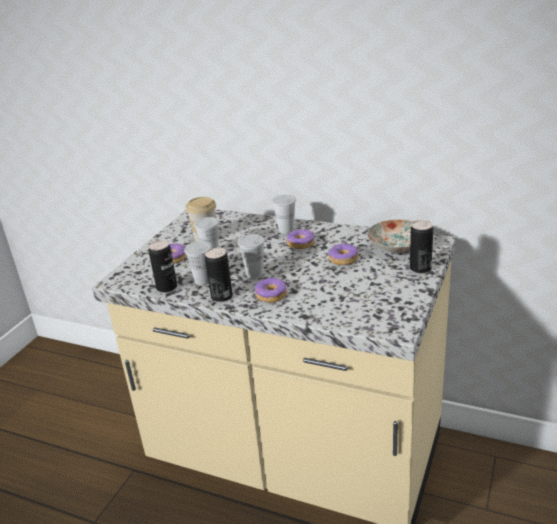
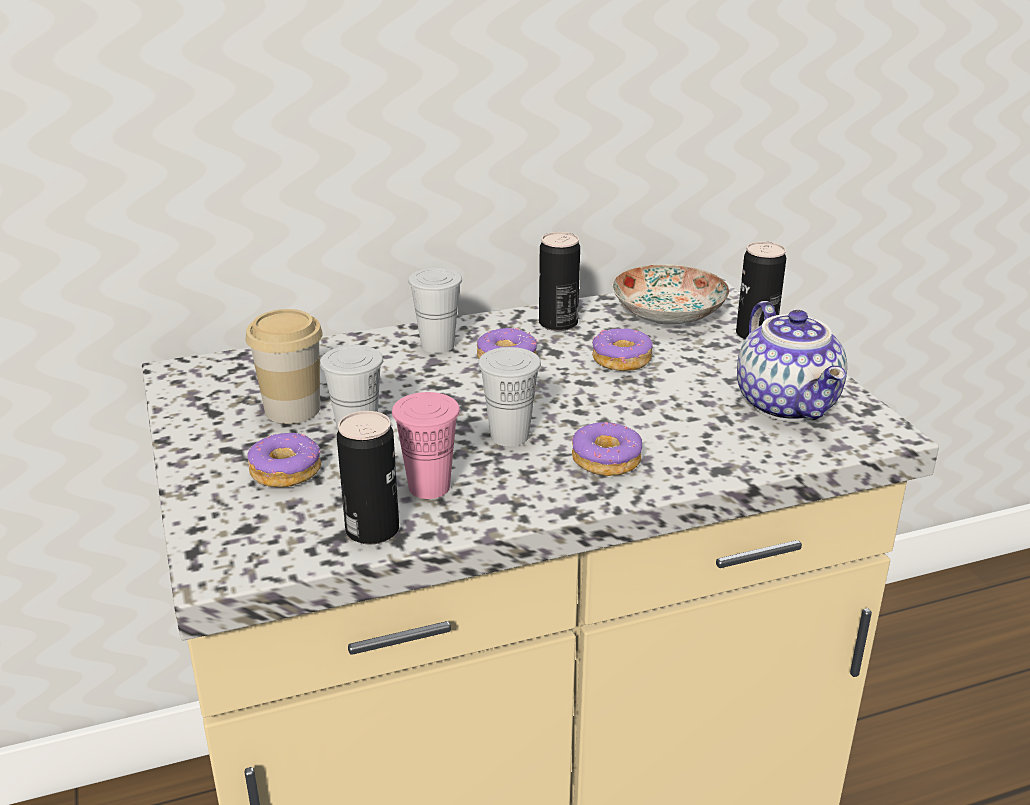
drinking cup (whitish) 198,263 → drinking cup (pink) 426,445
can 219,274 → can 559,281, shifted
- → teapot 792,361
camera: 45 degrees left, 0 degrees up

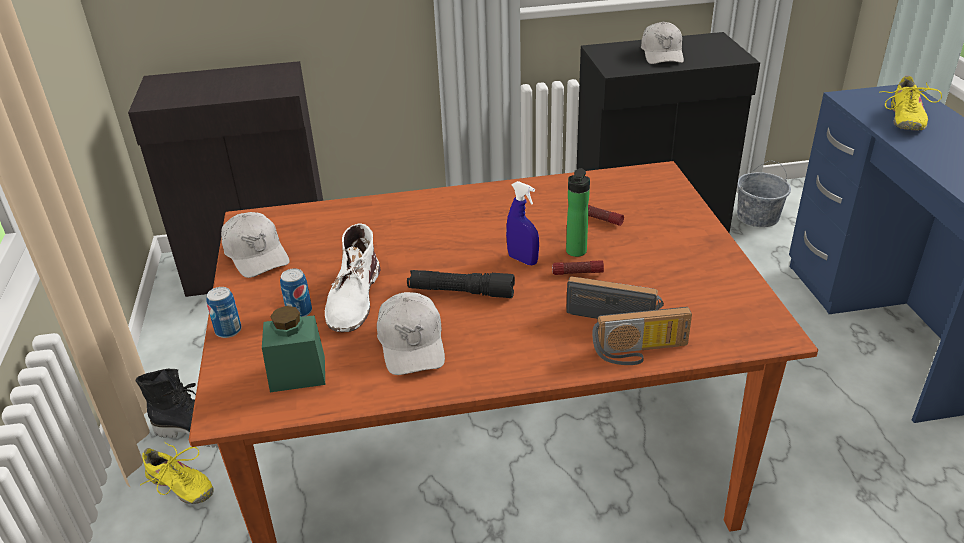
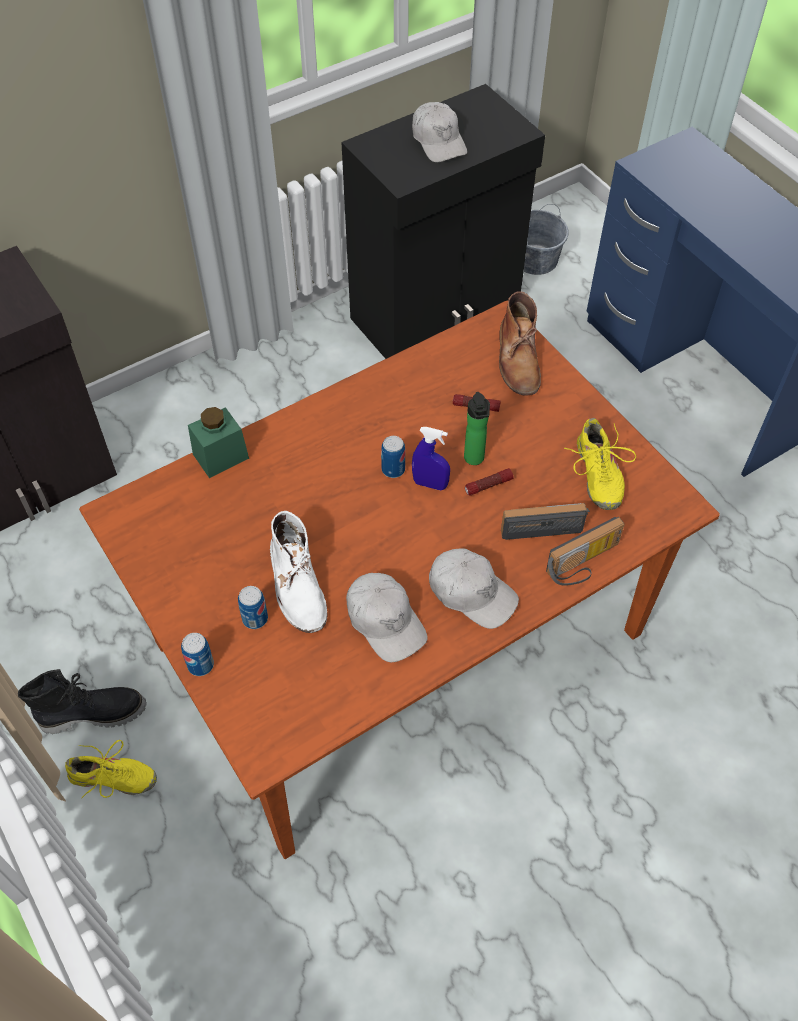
storage jar (green-coloured) 293,349 → storage jar (green-coloured) 218,442, shifted
- → can 393,457
peaked cap (whitish) 255,245 → peaked cap (whitish) 474,588, shifted
- → high-top boot (brown) 520,343
low shoe (yellow) 911,103 → low shoe (yellow) 600,464, shifted
torch (black-coloured) 461,284 → -
camera: 25 degrees left, 20 degrees up

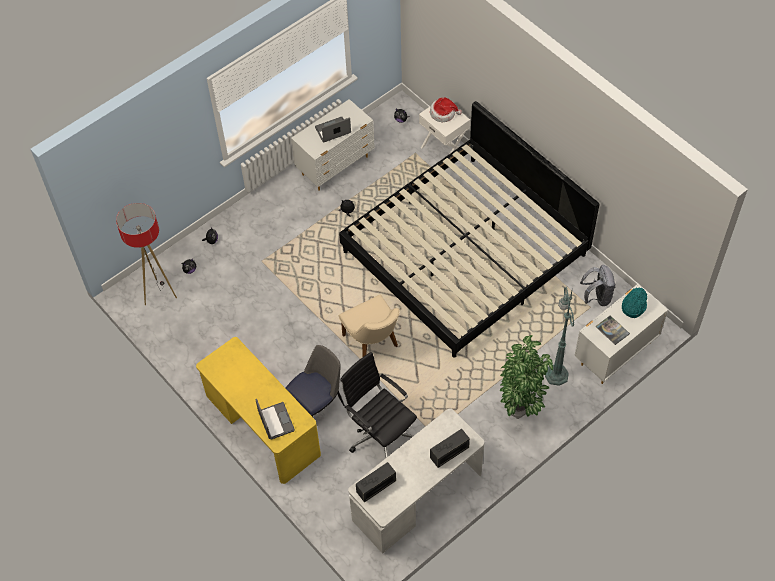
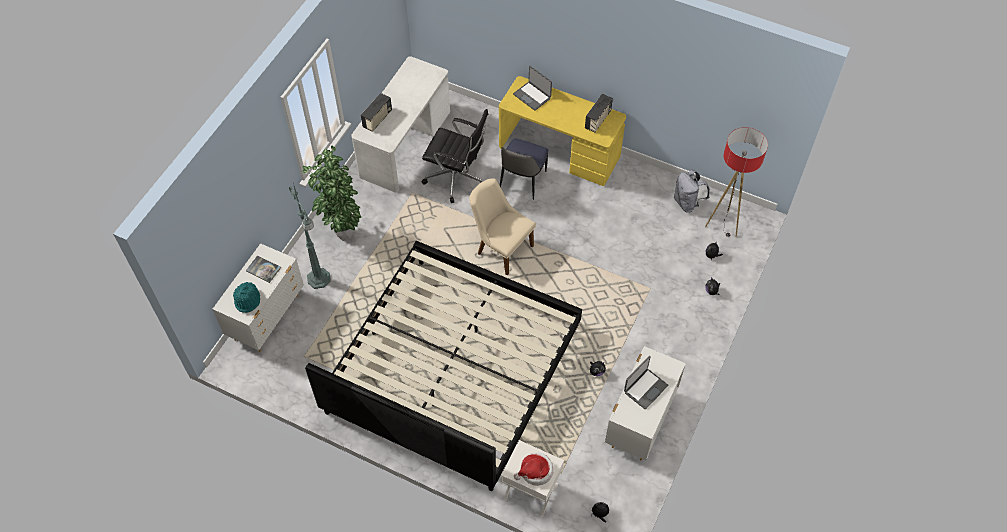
radio receiver 376,482 → radio receiver 599,113, shifted
knapsack (greyish) 598,285 → knapsack (greyish) 692,191, shifted
camera: 155 degrees right, 0 degrees up

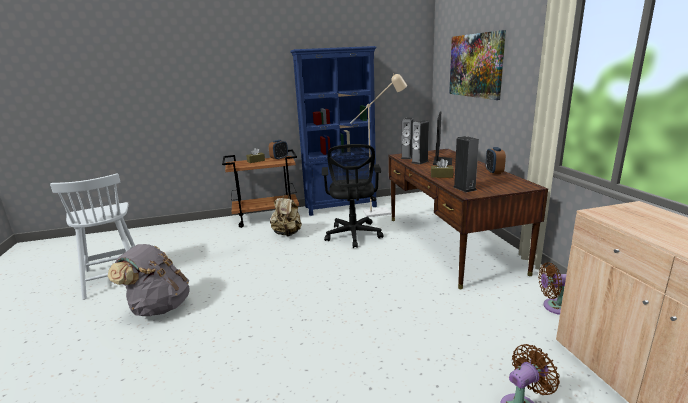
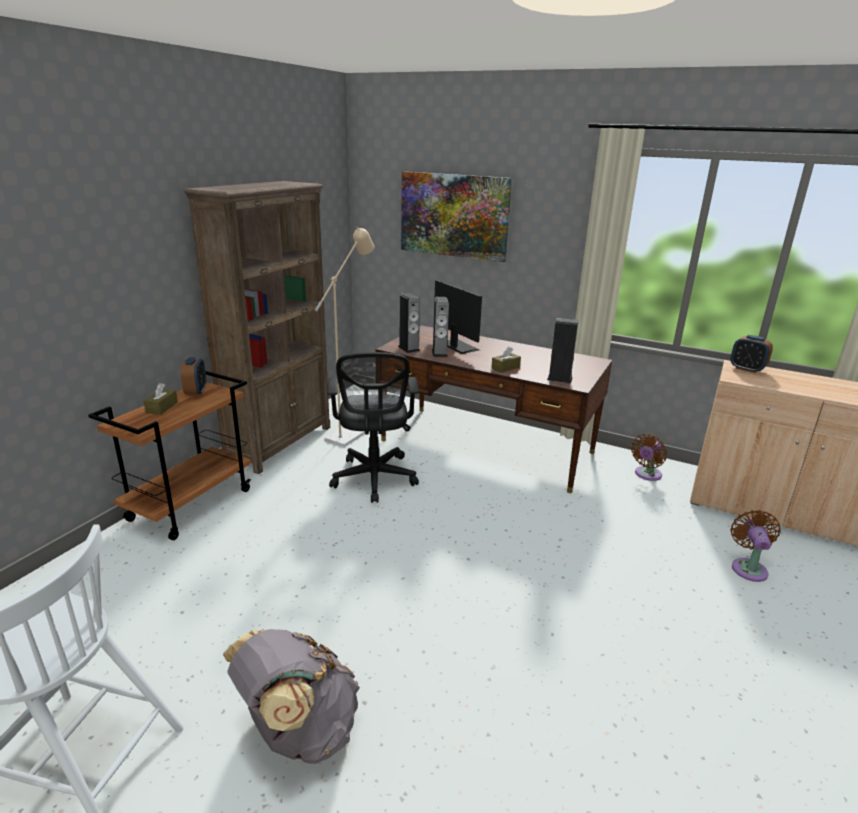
shelving unit (blue-coloured) 333,131 → shelving unit (brown) 257,327
desk chair (black-coloured) 353,196 → desk chair (black-coloured) 373,427, 45 degrees clockwise
table clock 496,160 → table clock 751,354, shifted
knapsack (beige) 286,214 → -
camera: 50 degrees left, 5 degrees up

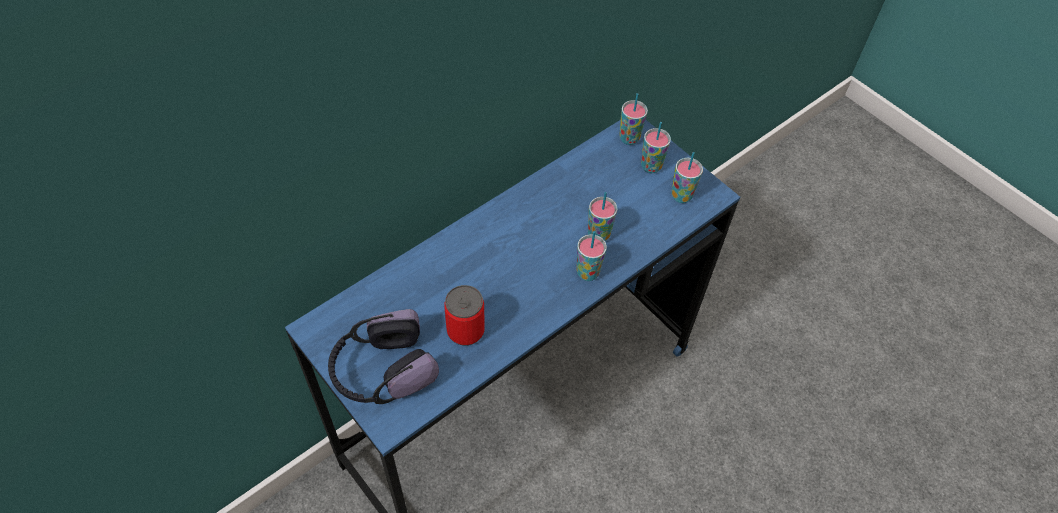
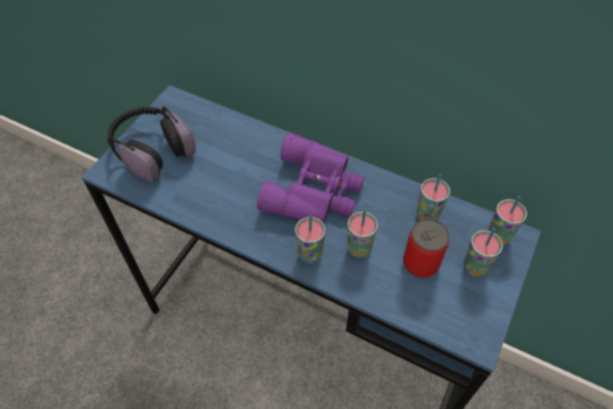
- → field glasses (purplish) 310,178
can 464,315 → can 426,248, shifted
drinking cup 687,177 → drinking cup 433,197, shifted
camera: 70 degrees right, 0 degrees up

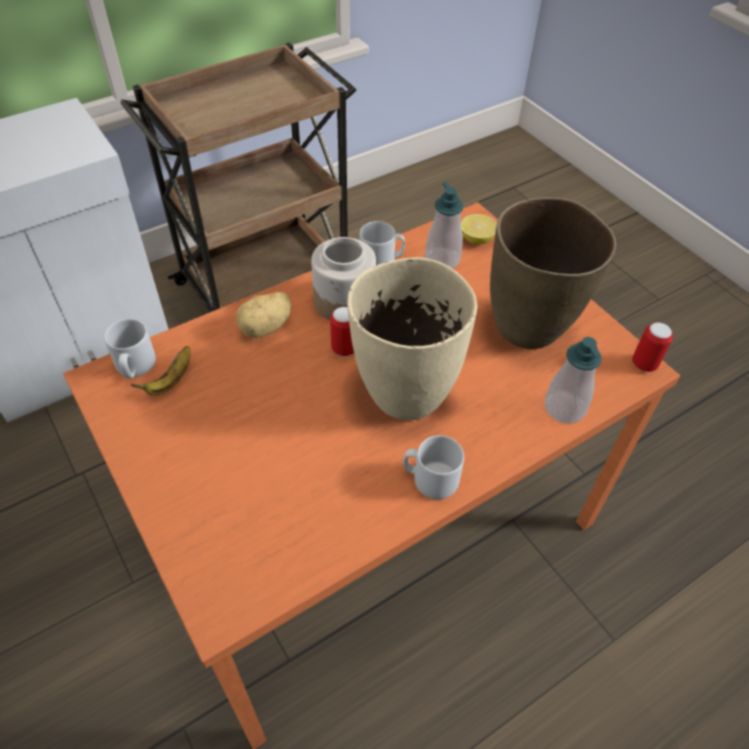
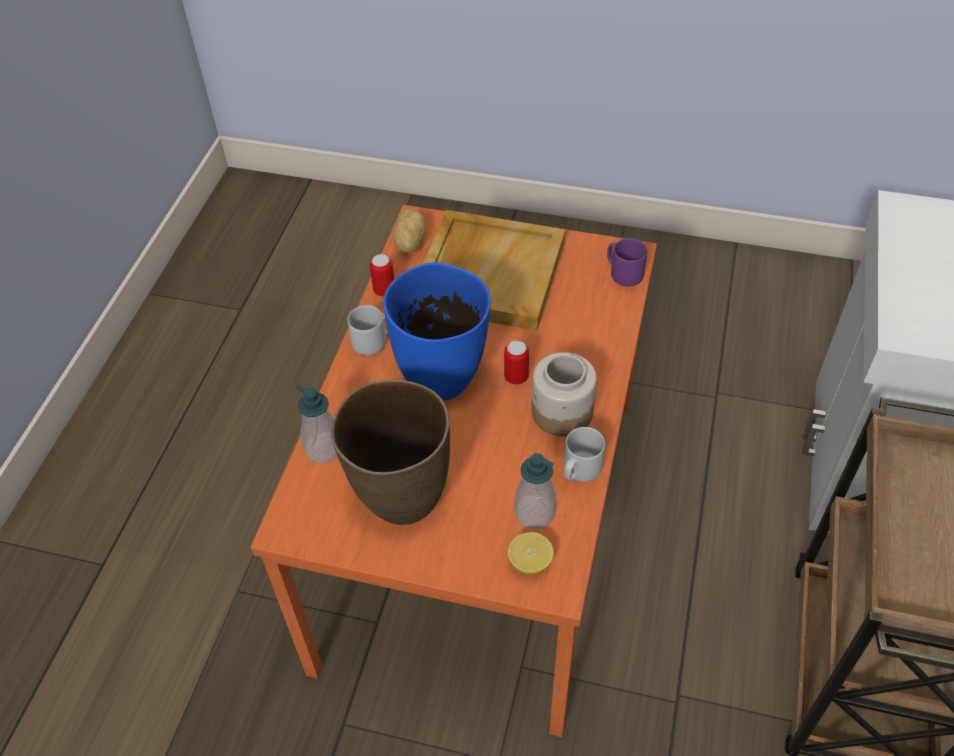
can 652,347 → can 382,275, shifted
decorative vase (beige) 412,339 → decorative vase (blue-coloured) 437,331
potato 263,315 → potato 409,231, shifted
- → serving tray (beige) 494,270
mug (greyish) 130,349 → mug (purplish) 627,262
banana fruit 160,370 → -
camera: 140 degrees right, 0 degrees up

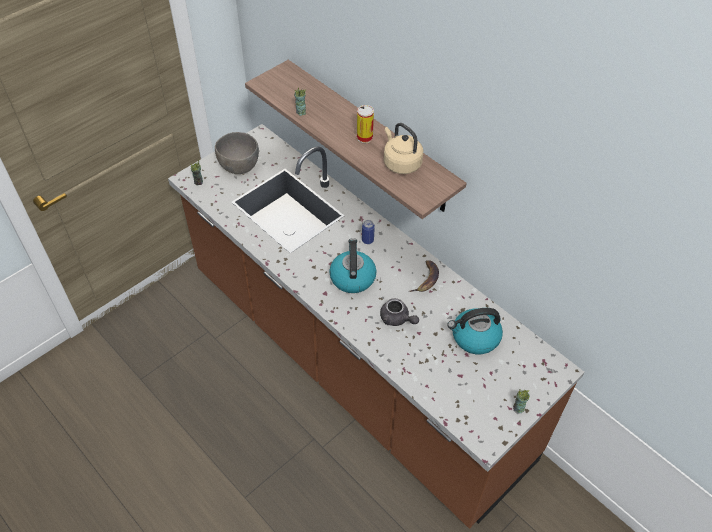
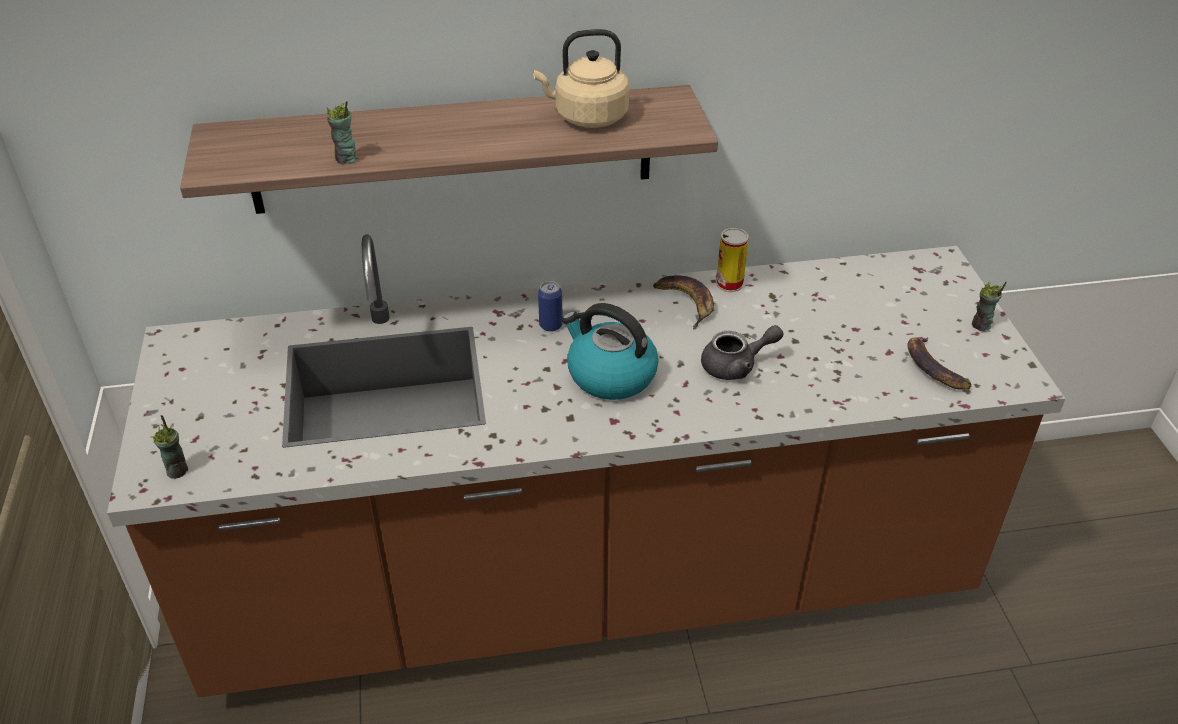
can 365,124 → can 732,260, shifted
- → banana fruit 940,363
deep dish (greyish) 237,153 → -
tea kettle 475,331 → -
camera: 55 degrees left, 10 degrees down

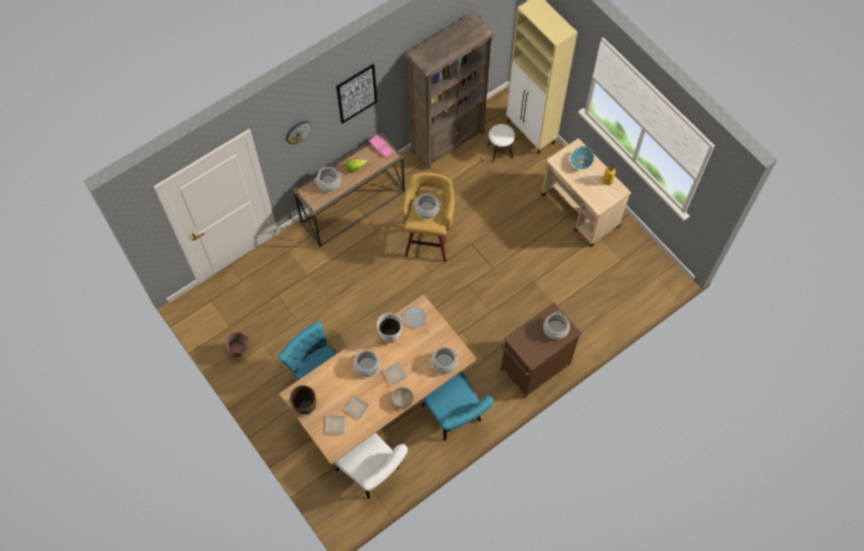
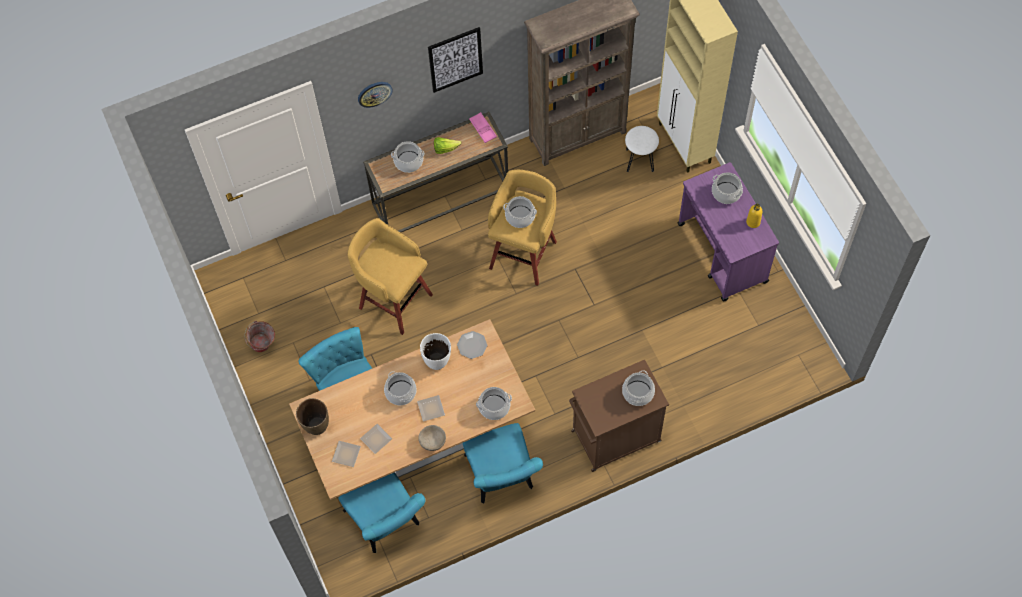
upright chair (whitish) 371,466 → upright chair (blue-green) 381,512
- → stool seat (yellow) 390,276
wheeled cart (beige) 586,193 → wheeled cart (purplish) 728,232
deep dish 582,157 → stockpot 727,188
camera: 15 degrees right, 0 degrees up

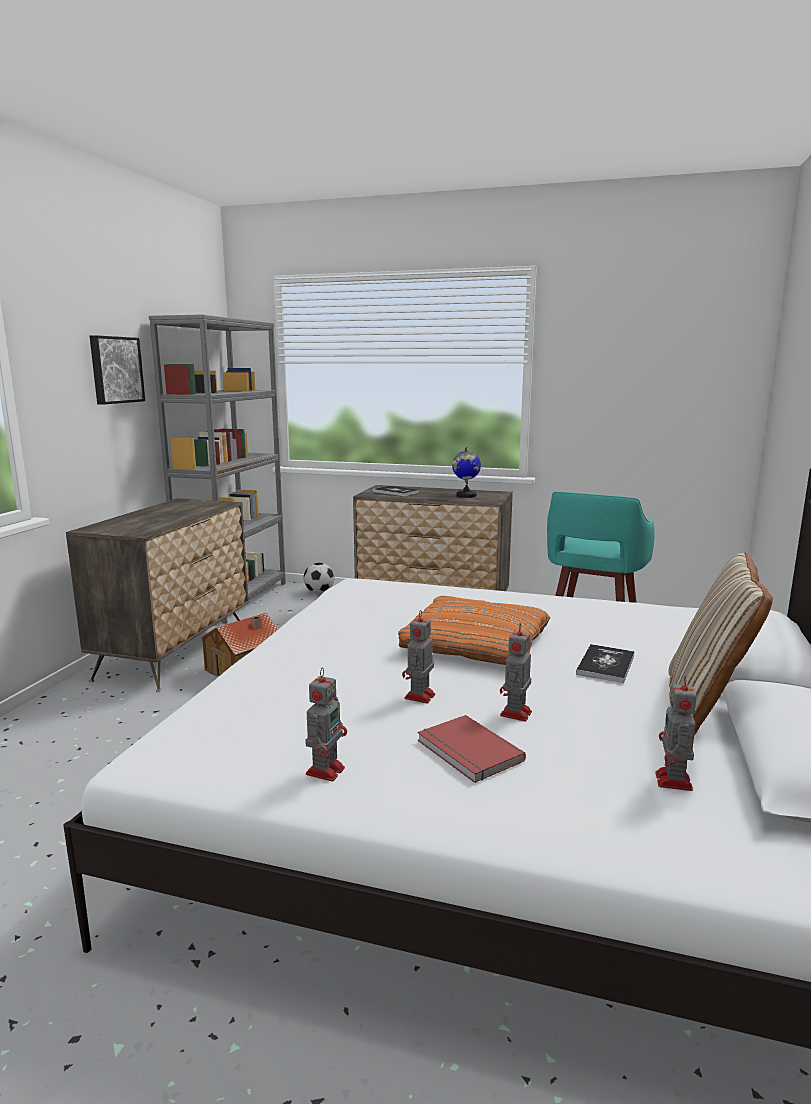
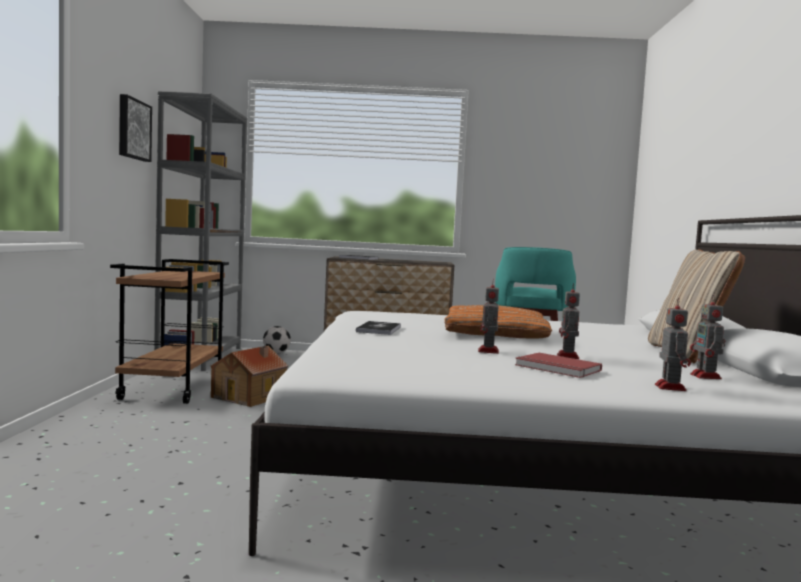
dresser 157,595 → wheeled cart (brown) 169,331
book 605,663 → book 378,328, shifted
robot figure 326,724 → robot figure 673,344, shifted
world globe 466,472 → -
camera: 15 degrees left, 10 degrees down

